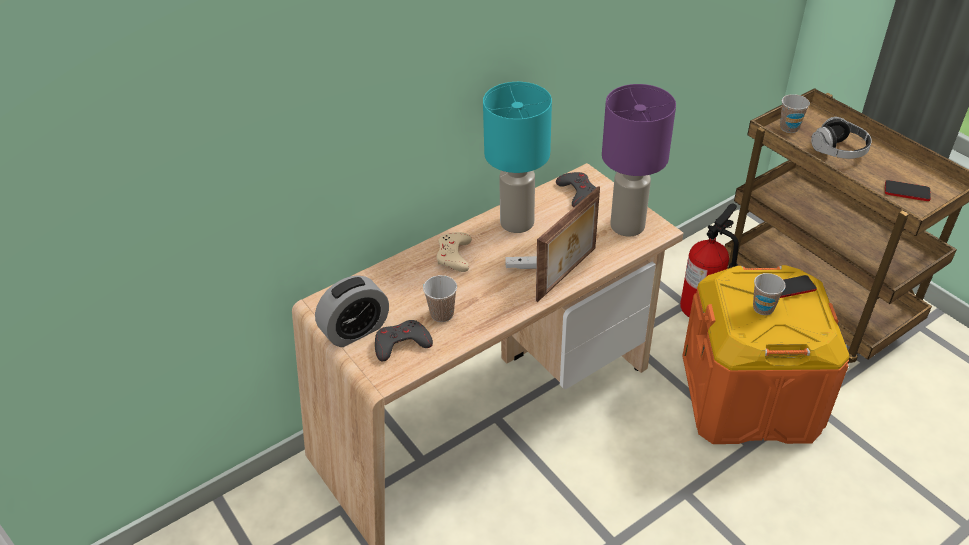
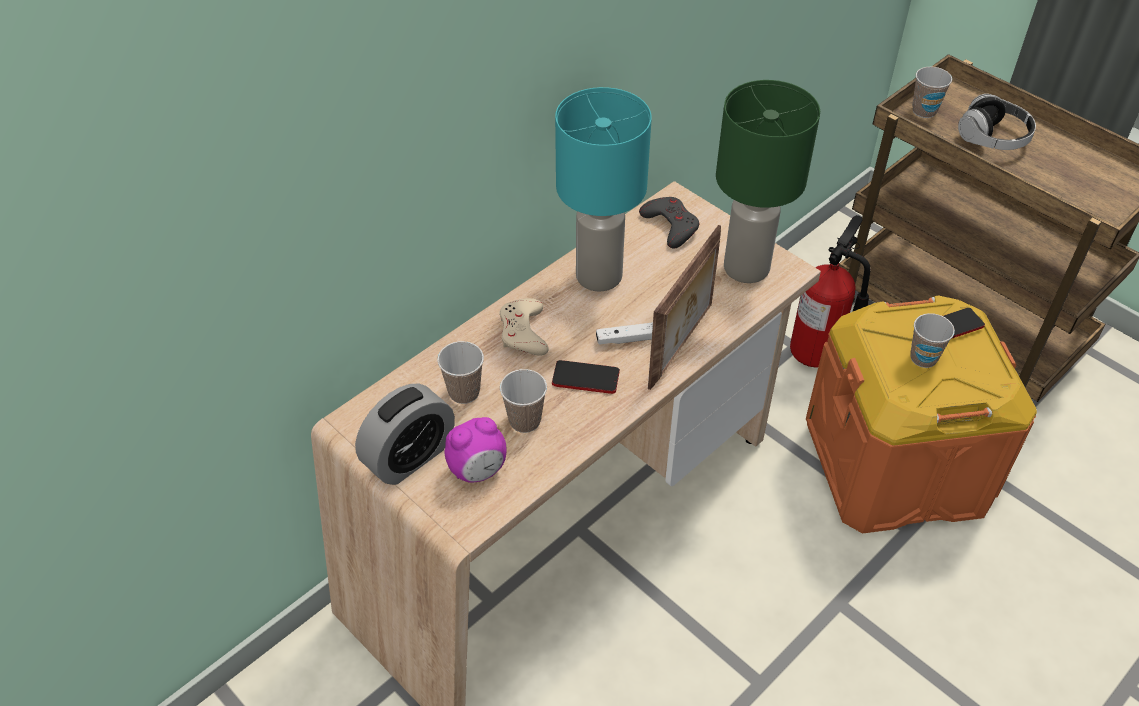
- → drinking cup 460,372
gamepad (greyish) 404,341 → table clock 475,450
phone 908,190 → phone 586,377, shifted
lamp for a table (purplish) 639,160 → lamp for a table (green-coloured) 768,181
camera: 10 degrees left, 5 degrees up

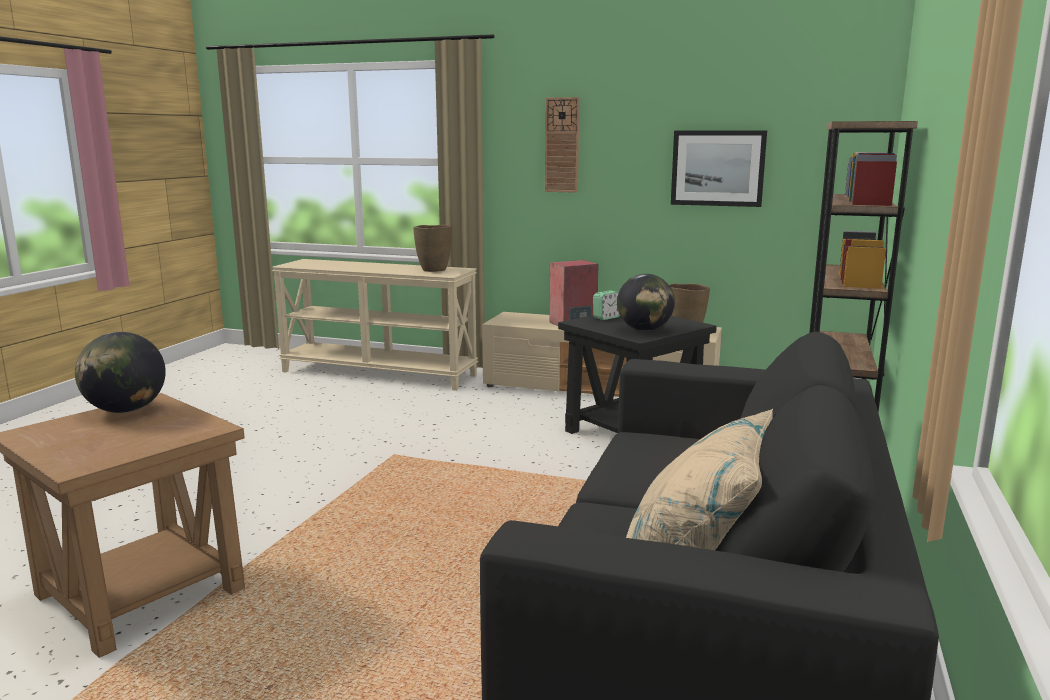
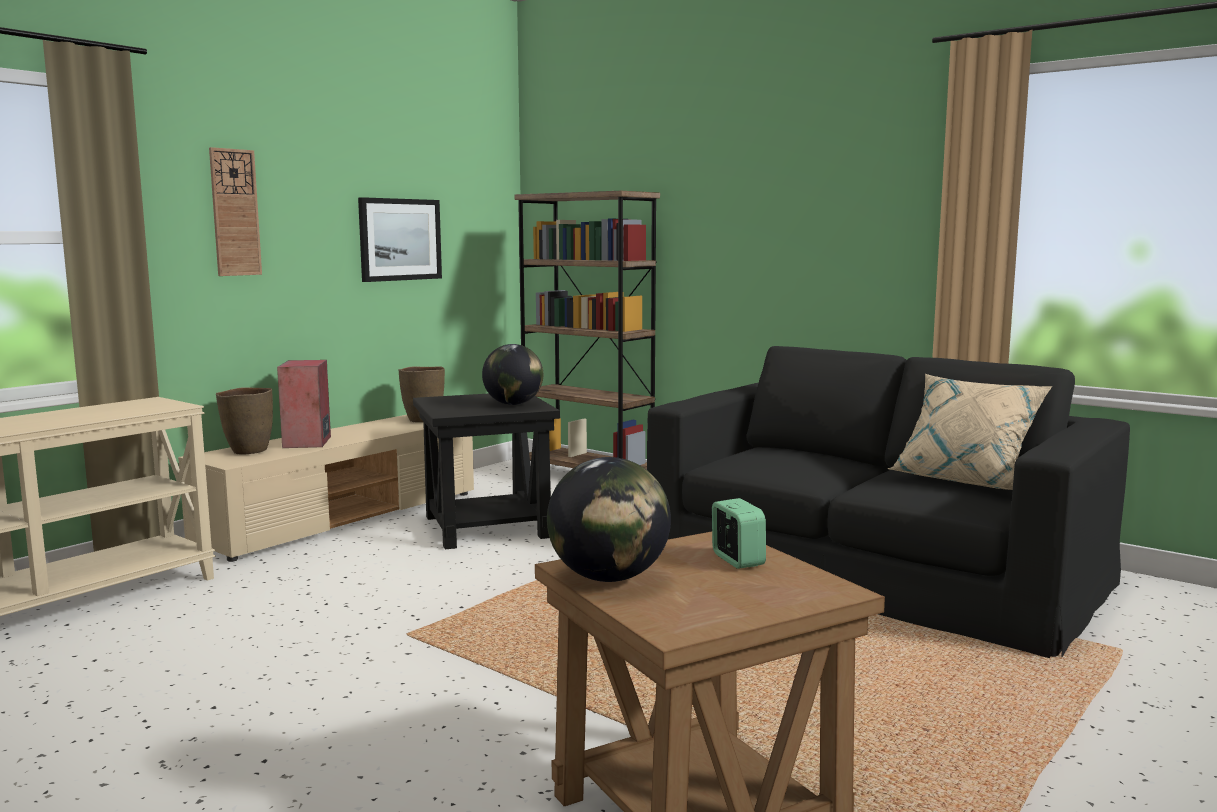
decorative vase (brown) 432,248 → decorative vase (brown) 244,420, shifted
table clock 606,305 → table clock 739,533, shifted
camera: 70 degrees left, 5 degrees down

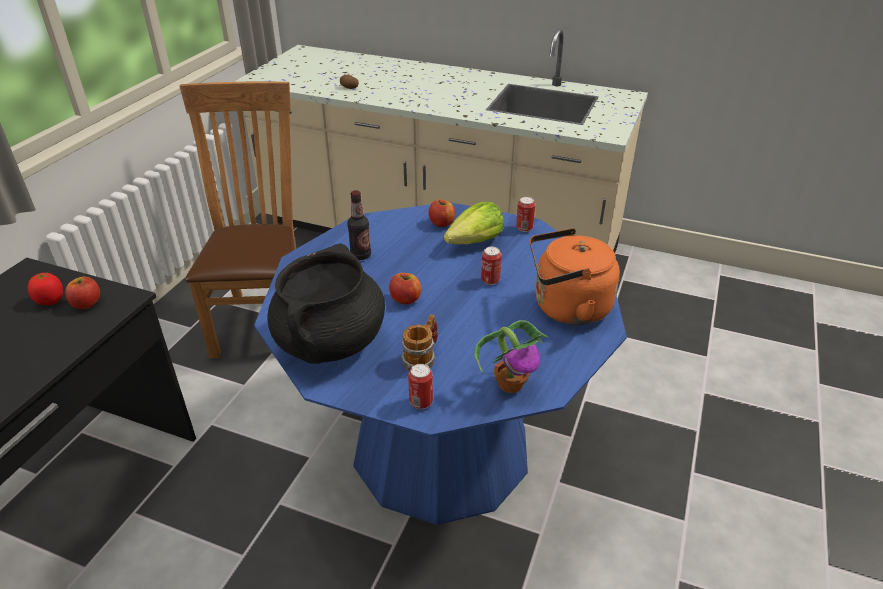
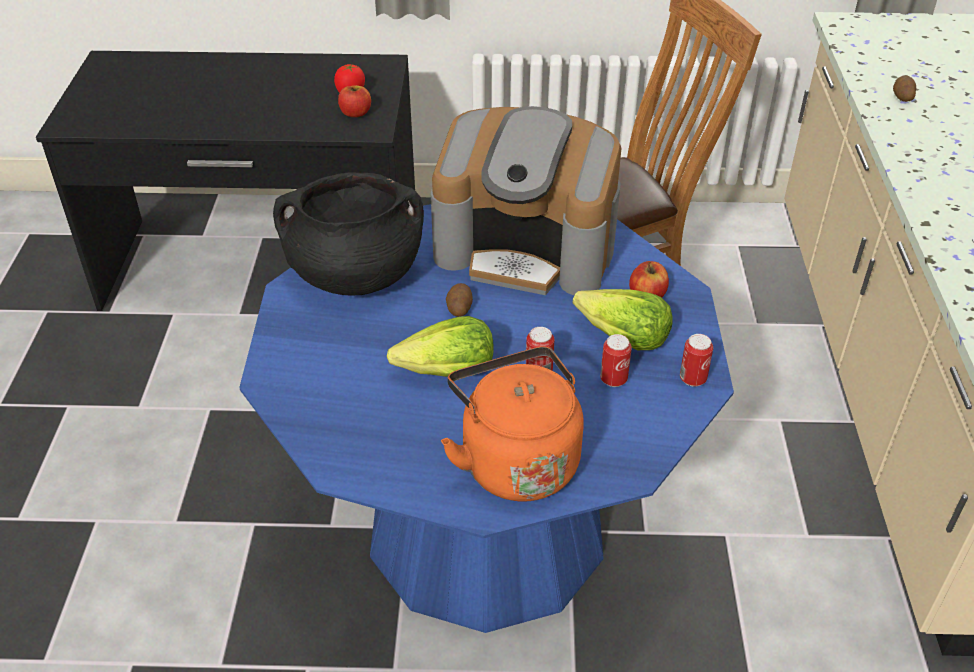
- → lettuce 440,346
drink bottle 359,225 → coffee brewer 526,200
apple 405,288 → potato 459,300
can 420,386 → can 616,360, shifted
mug 419,342 → -
plant in a pot 511,356 → -
camera: 70 degrees right, 5 degrees up

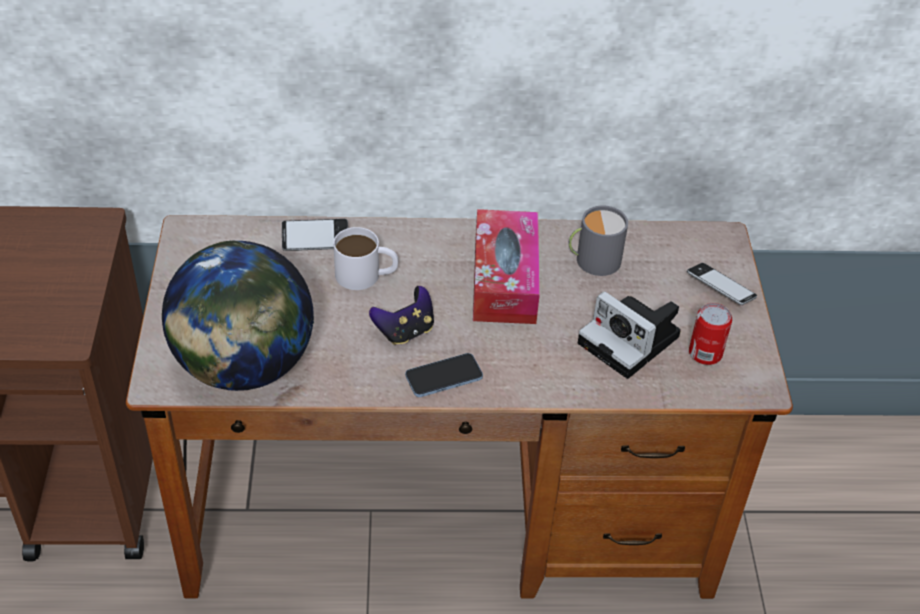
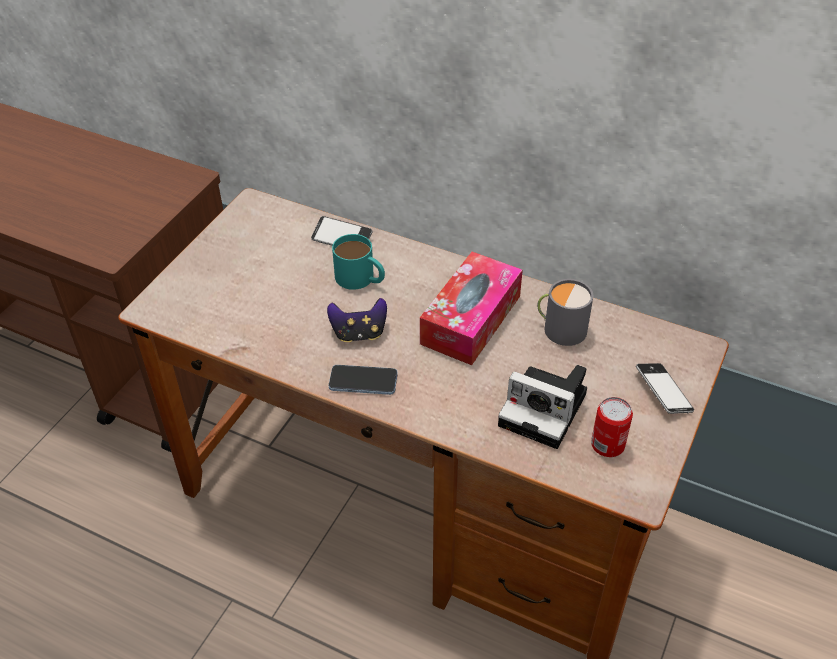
mug (whitish) 365,258 → mug (blue-green) 358,262
still camera 629,335 → still camera 542,407, 45 degrees counterclockwise
world globe 238,315 → -
camera: 30 degrees right, 0 degrees up

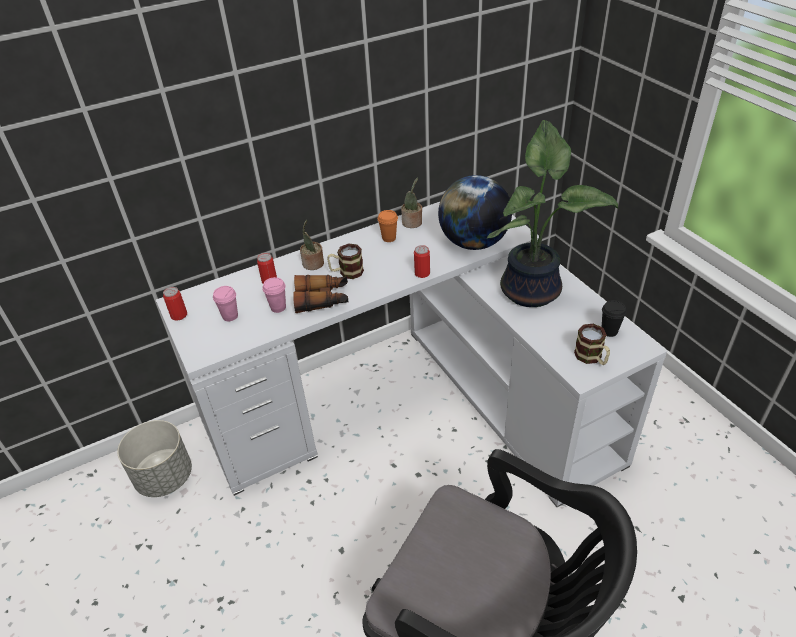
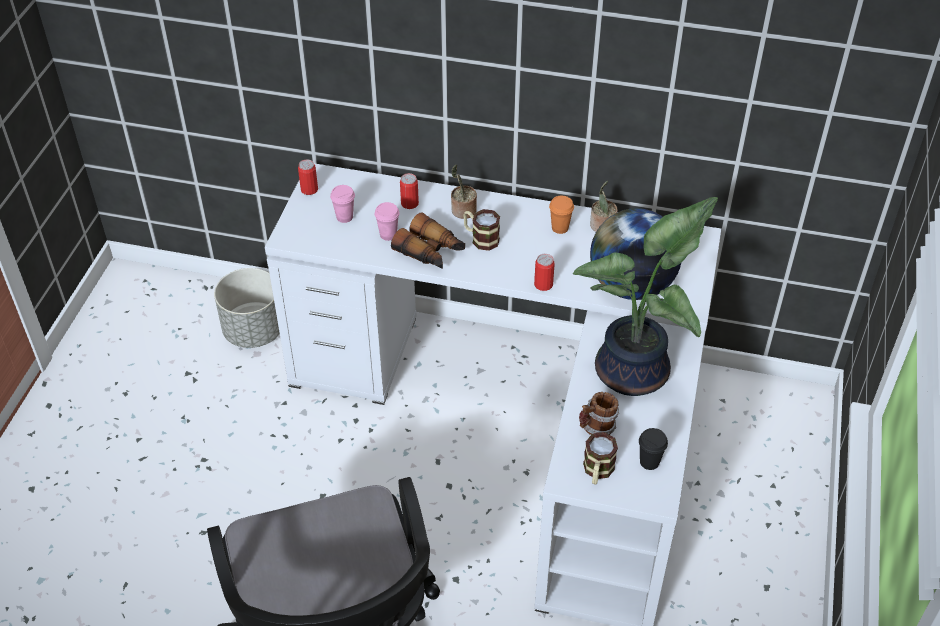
- → mug 599,413
camera: 40 degrees right, 5 degrees up

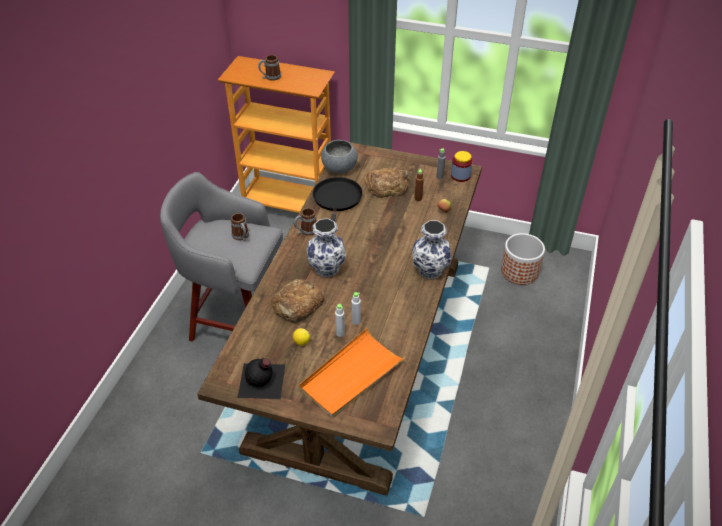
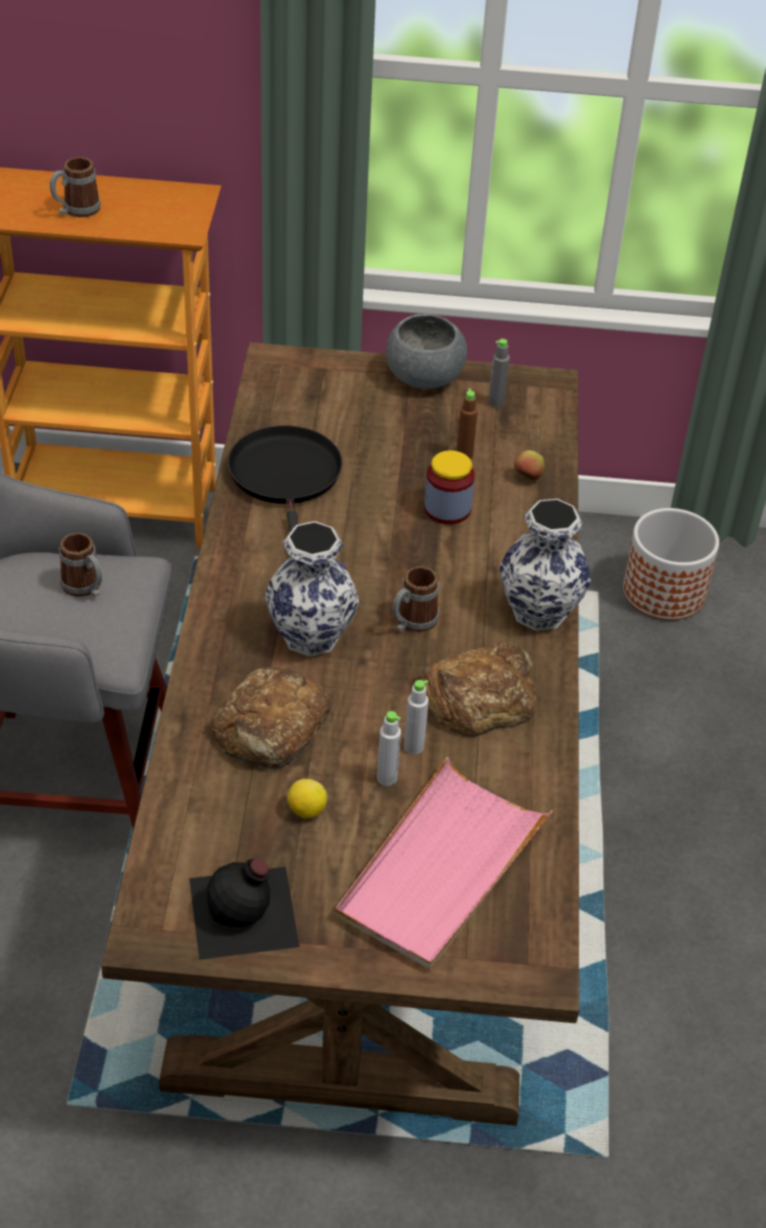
serving tray (orangey) 352,373 → serving tray (pink) 444,863
deep dish (greyish) 339,156 → deep dish (greyish) 426,351, shifted
mug 305,222 → mug 415,599, shifted
bread 386,182 → bread 479,690, shifted
storage jar 462,166 → storage jar 449,487, shifted
camera: 15 degrees left, 0 degrees up

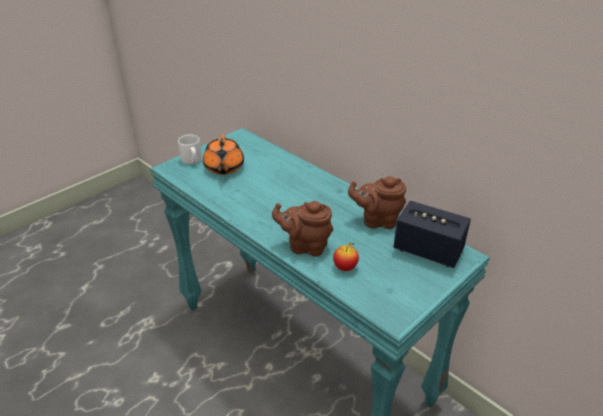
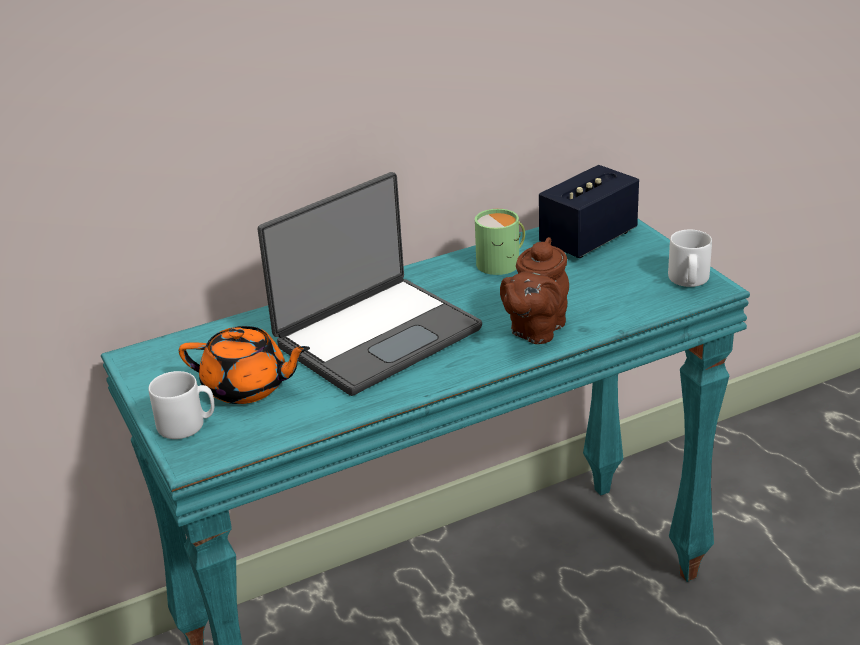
- → laptop 370,284
teapot (brown) 377,202 → mug (green-coloured) 500,242
- → mug (whitish) 690,258
apple 346,256 → -
camera: 70 degrees left, 5 degrees down

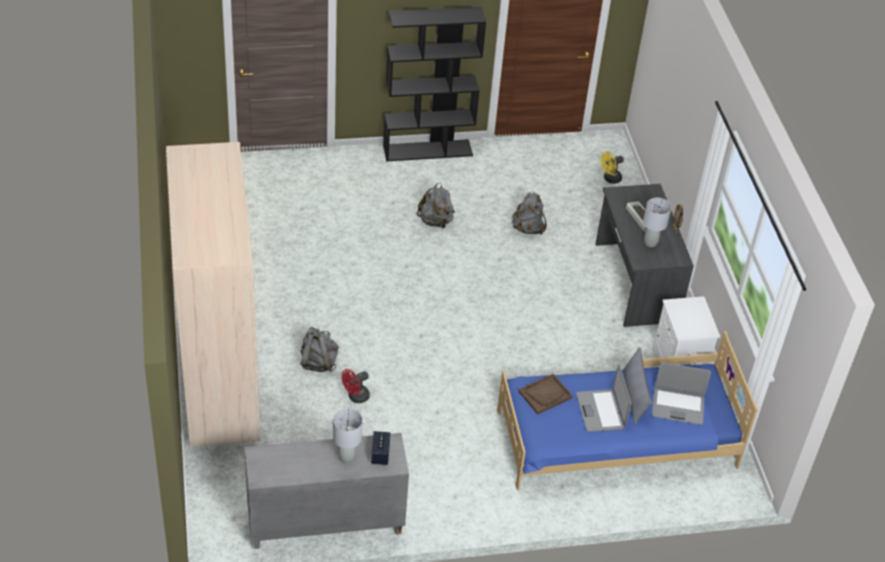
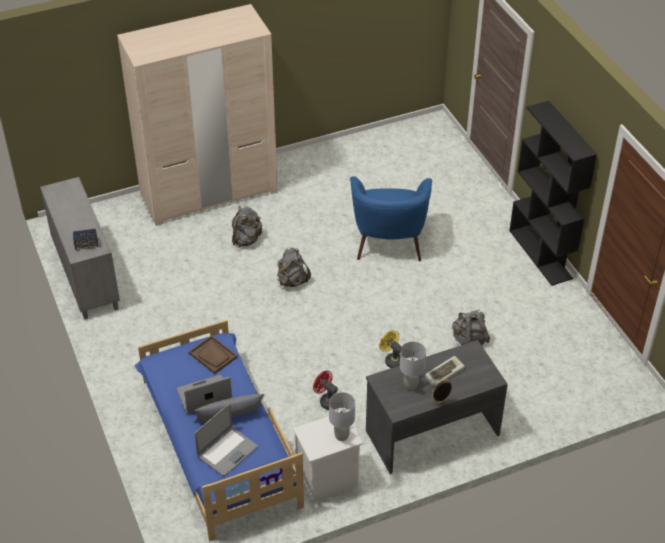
laptop 681,393 → laptop 226,440, 135 degrees counterclockwise
knapsack (greyish) 435,205 → knapsack (greyish) 294,267, shifted
electric fan (reddish) 356,386 → electric fan (reddish) 325,390, shifted
lamp for a table (greyish) 348,436 → lamp for a table (greyish) 342,416, shifted
- → easy chair (blue-coloured) 391,218
electric fan (yellow) 612,167 → electric fan (yellow) 390,349, shifted
camera: 80 degrees right, 0 degrees up

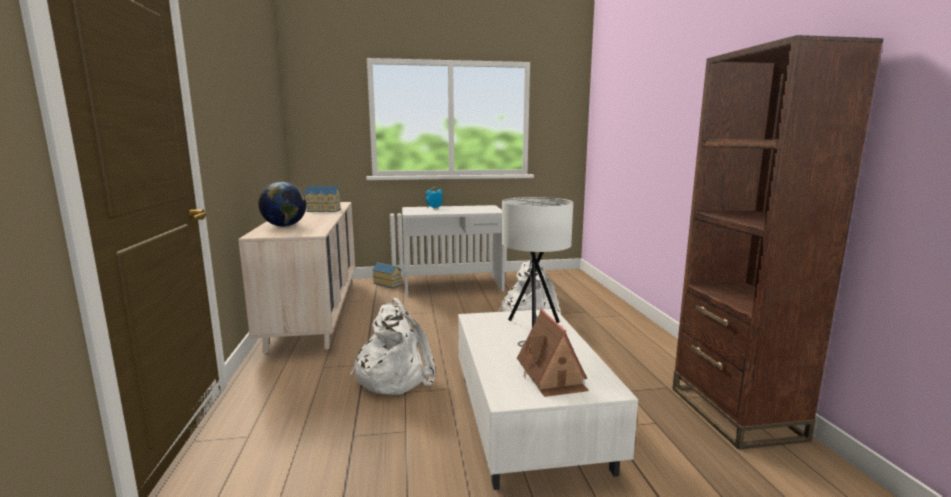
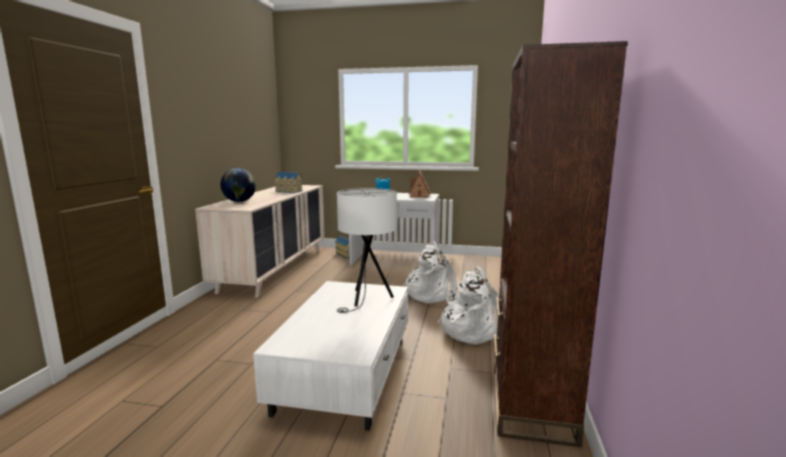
toy house 553,353 → toy house 419,184, shifted
knapsack (whitish) 392,346 → knapsack (whitish) 468,306, shifted
camera: 20 degrees right, 0 degrees up

